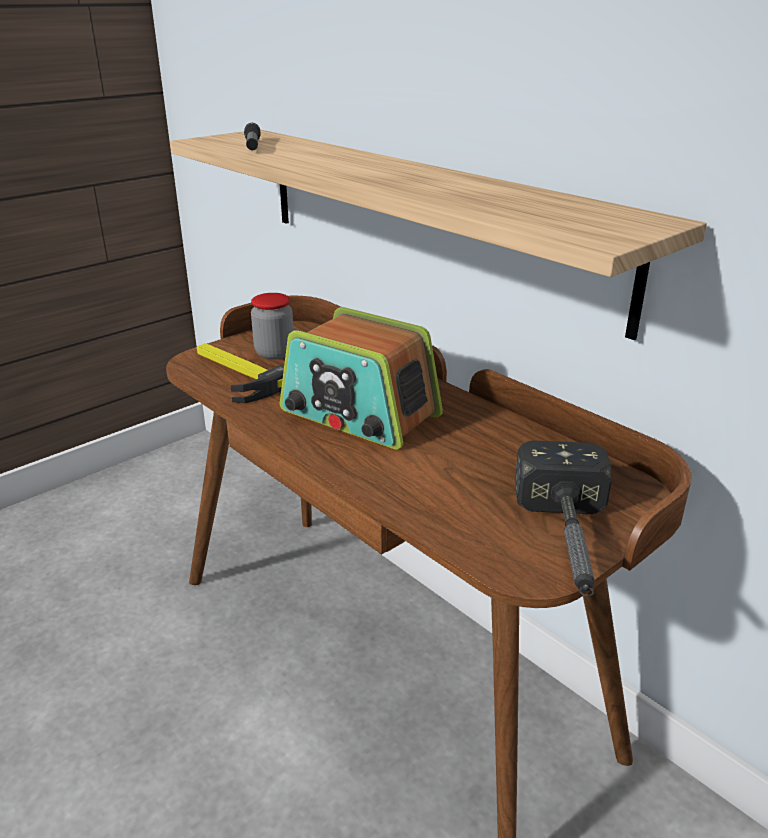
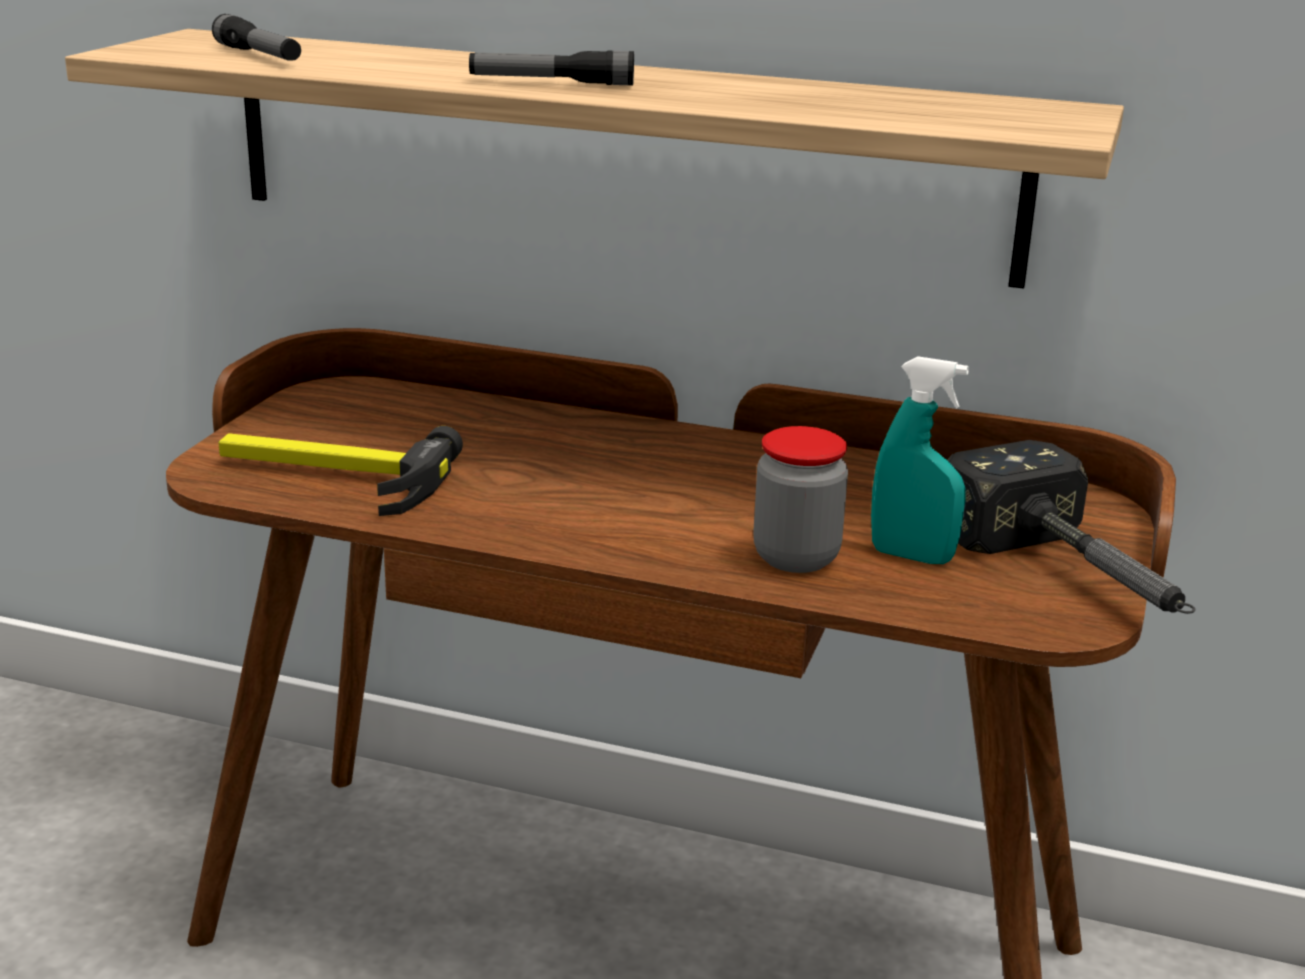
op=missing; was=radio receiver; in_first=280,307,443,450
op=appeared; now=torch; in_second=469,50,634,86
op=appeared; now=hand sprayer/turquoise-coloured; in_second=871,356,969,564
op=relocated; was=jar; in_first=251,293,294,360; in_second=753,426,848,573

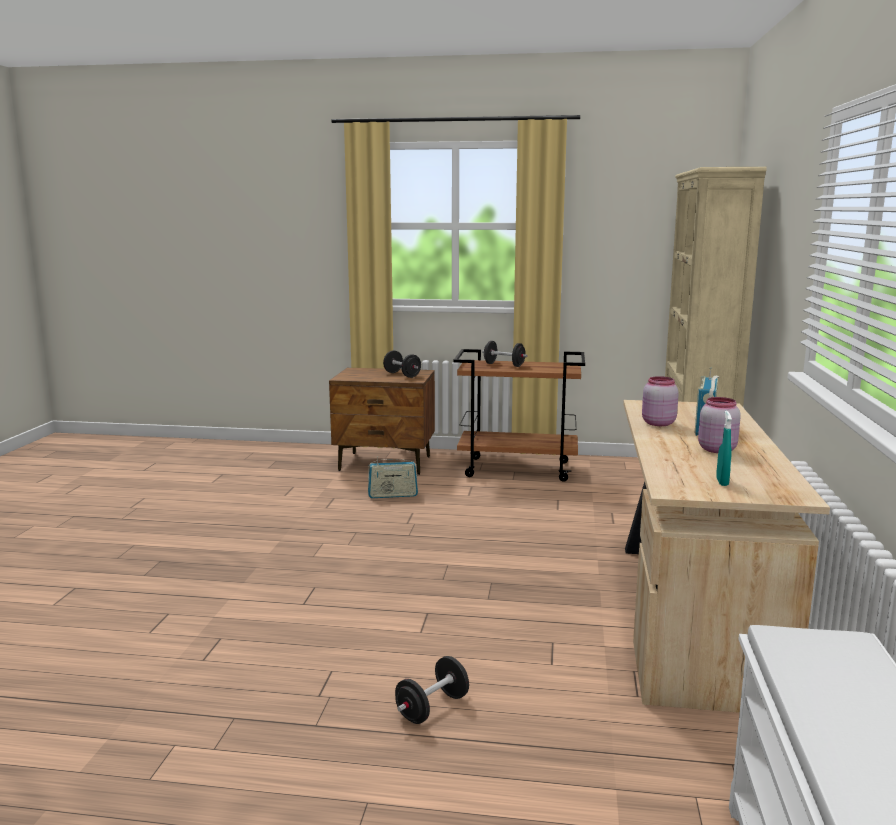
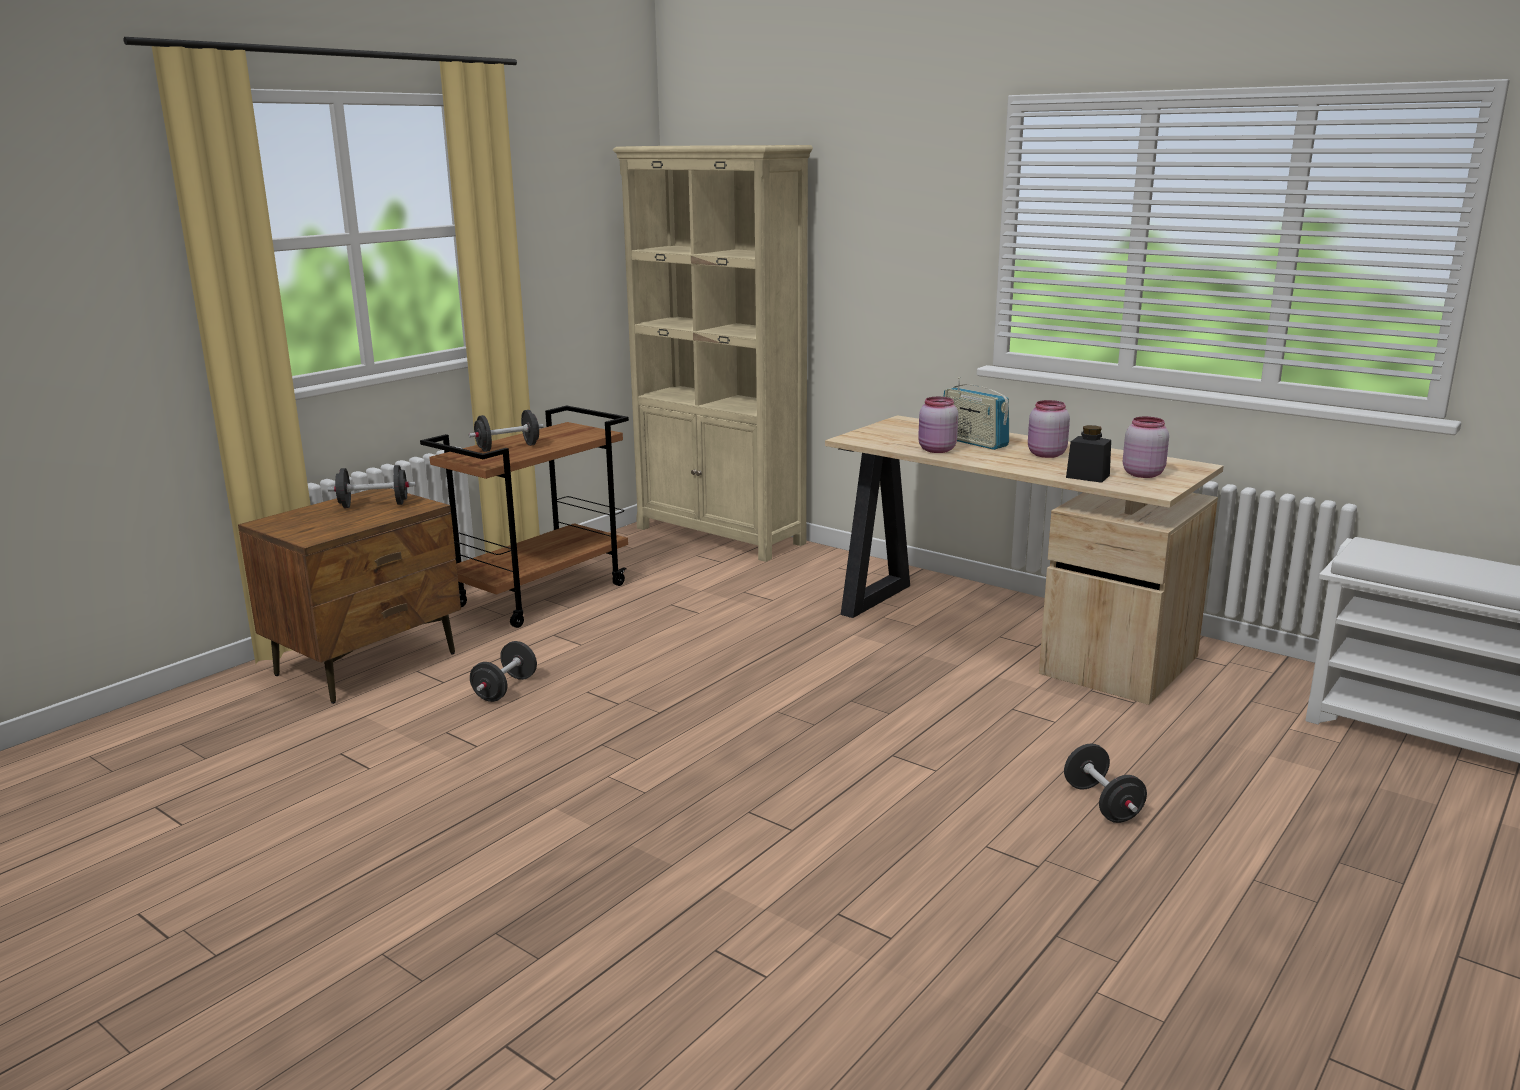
op=appeared; now=jar/black; in_second=1066,425,1111,483
op=exchanged; was=radio receiver; now=free weight/black; in_first=368,456,418,498; in_second=470,641,537,702
op=exchanged; was=hand sprayer/turquoise-coloured; now=jar/pinkish; in_first=716,411,732,486; in_second=1123,417,1169,478

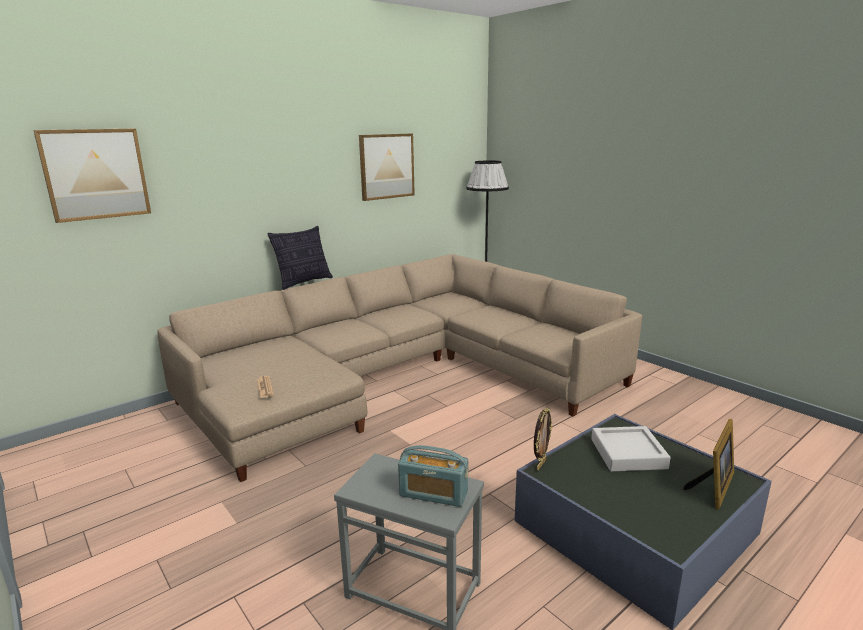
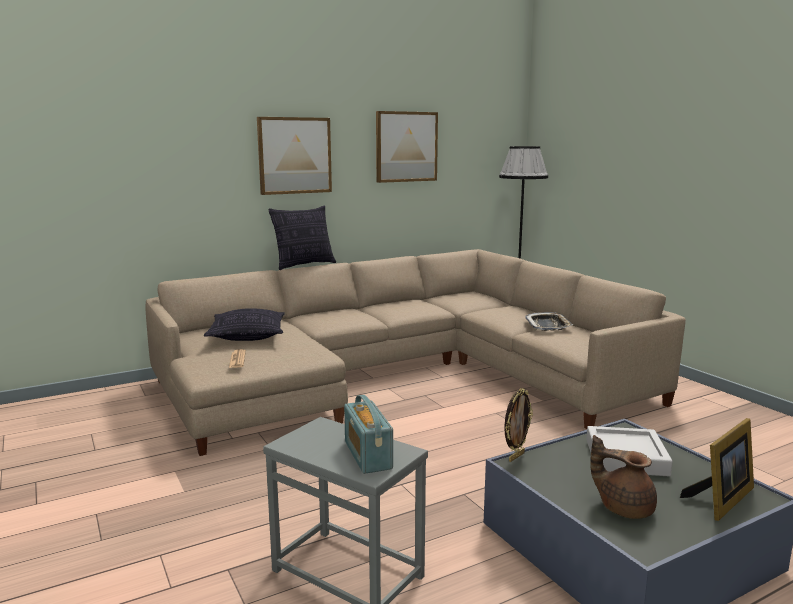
op=appeared; now=pillow; in_second=204,308,285,341
op=appeared; now=tray; in_second=525,312,573,331
op=appeared; now=tea pot/brownish; in_second=590,435,657,519
op=relocated; was=wall art; in_first=33,129,151,223; in_second=257,117,332,195
op=spun; was=radio receiver; in_first=398,445,468,507; in_second=344,395,393,474; clockwise=45

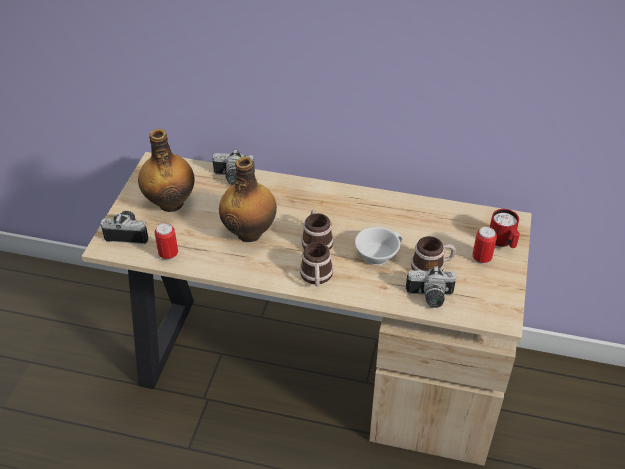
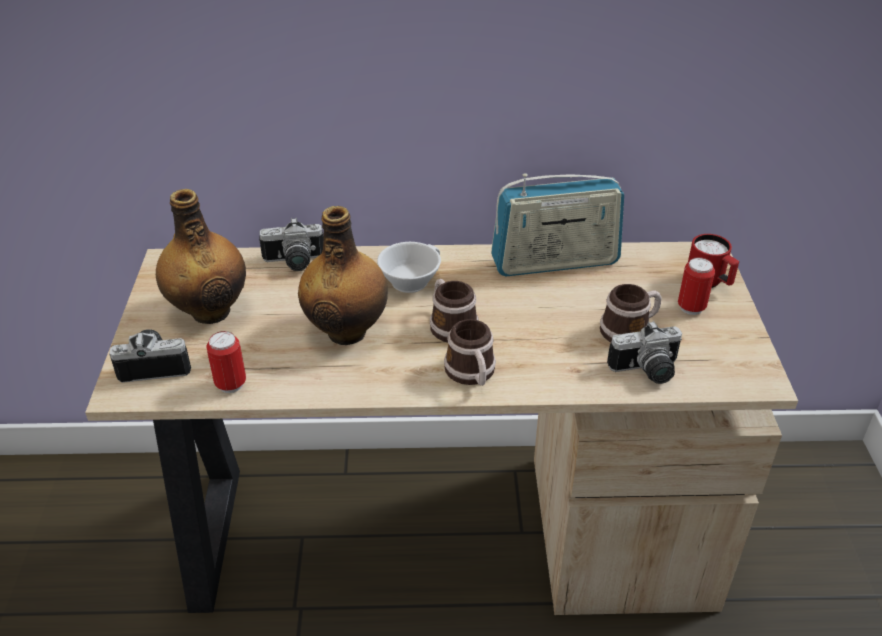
op=appeared; now=radio receiver; in_second=491,173,624,277
op=relocated; was=small cup/white-coloured; in_first=355,227,402,265; in_second=377,242,441,293

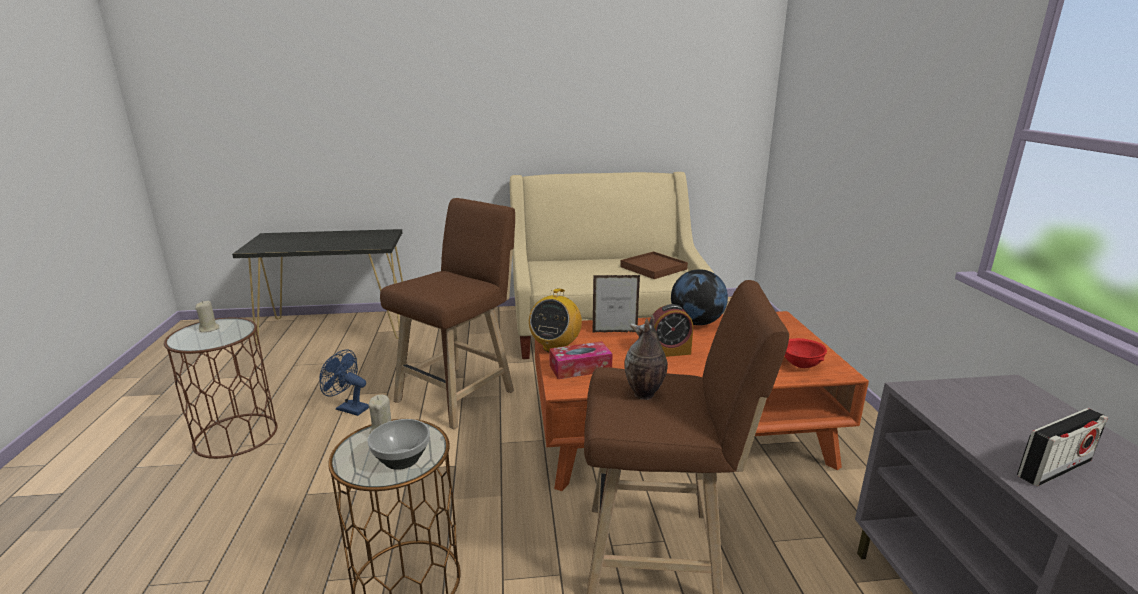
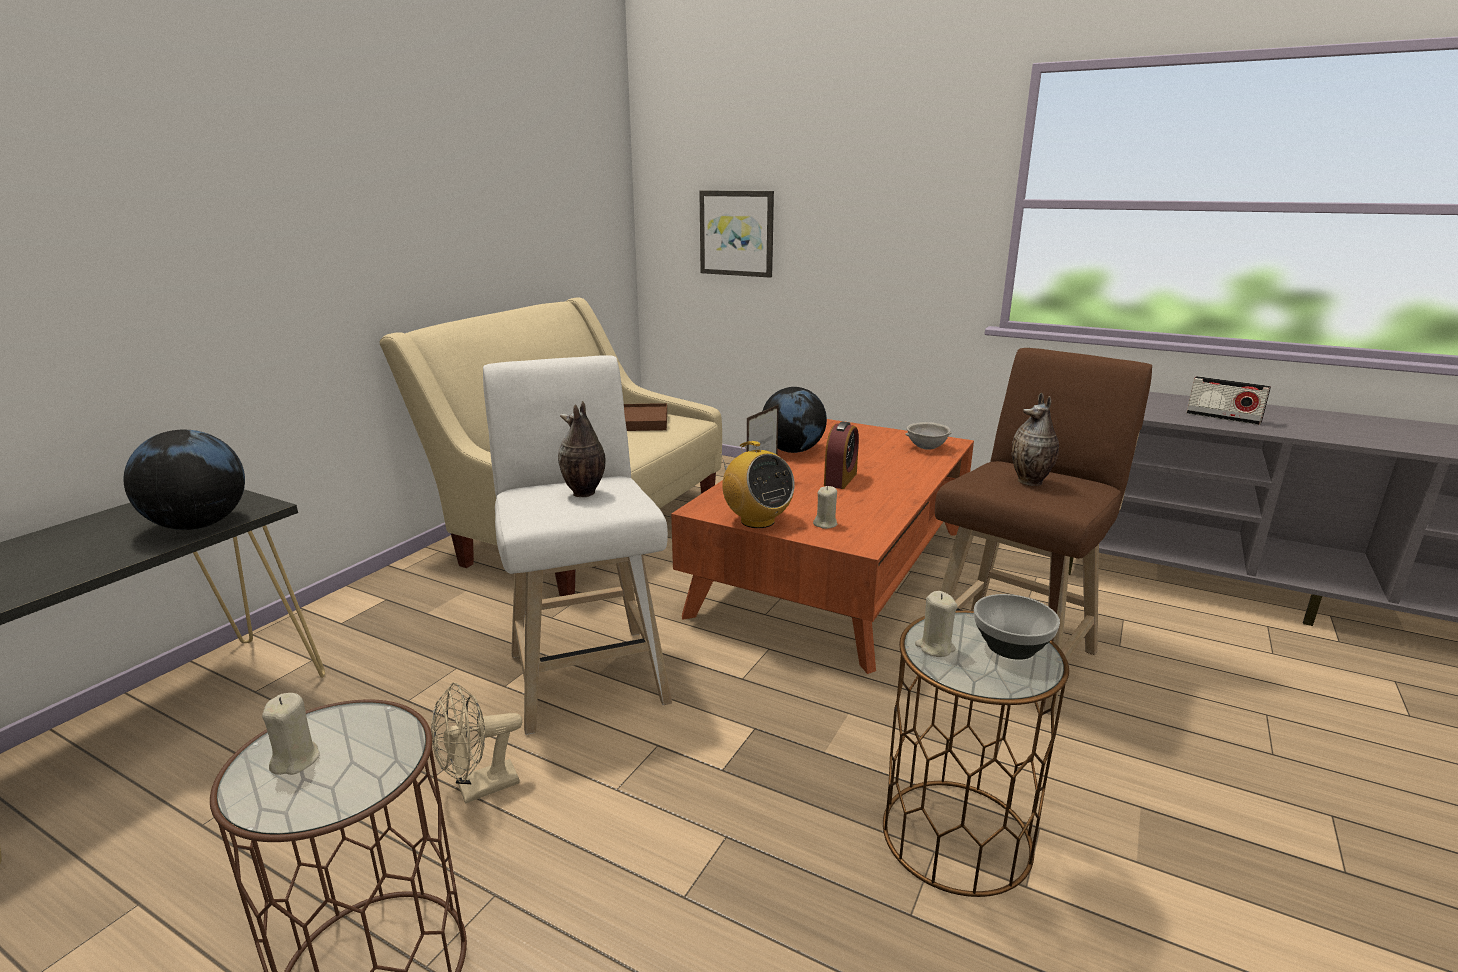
op=appeared; now=globe; in_second=124,430,245,530
op=appeared; now=flower vase; in_second=558,401,606,497
op=appeared; now=wall art; in_second=699,190,774,278
op=exchanged; was=box of tissues; now=candle/sand-coloured; in_first=549,341,613,379; in_second=813,486,837,529
op=colour; was=cooling fan/blue-coloured; now=cooling fan/sand-coloured; in_first=320,350,369,416; in_second=431,682,522,804
op=colour; was=sitting stool/brownish; now=sitting stool/white-coloured; in_first=380,198,515,429; in_second=483,355,672,735
op=colour; was=deep dish/red; now=deep dish/gray; in_first=785,338,827,368; in_second=905,422,952,450
op=spun; was=radio receiver; in_first=1017,408,1108,487; in_second=1186,376,1271,425; clockwise=120

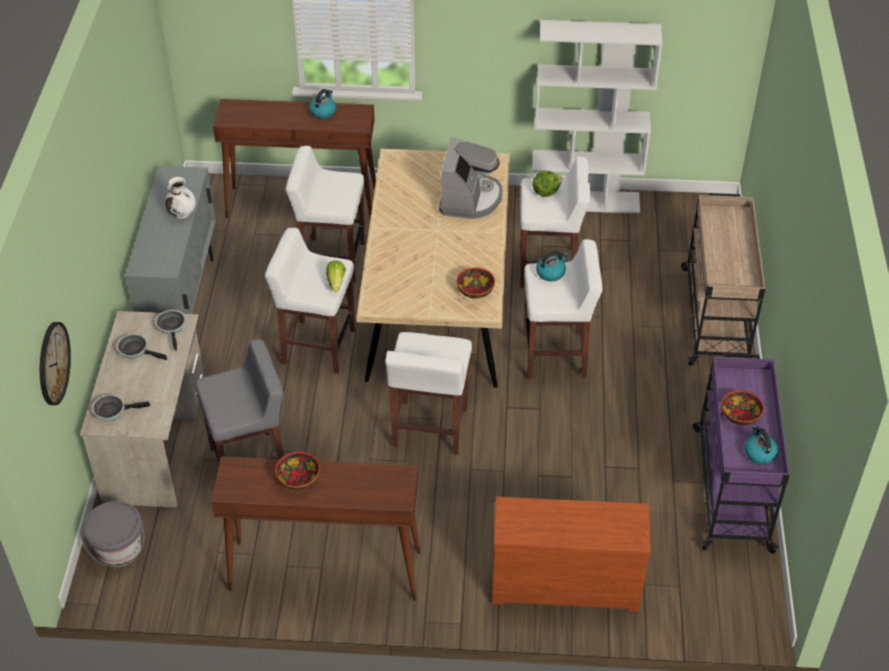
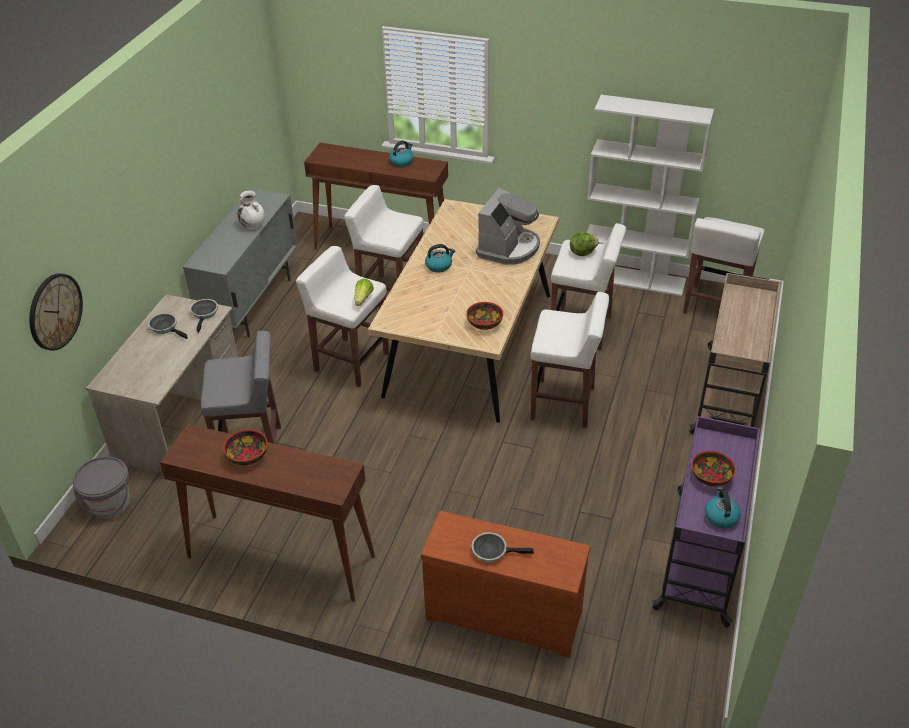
op=relocated; was=pan; in_first=92,395,150,421; in_second=472,532,534,562
op=relocated; was=sitting stool/white-coloured; in_first=385,332,472,455; in_second=683,217,765,313
op=relocated; was=kettle; in_first=536,251,568,282; in_second=425,244,455,272

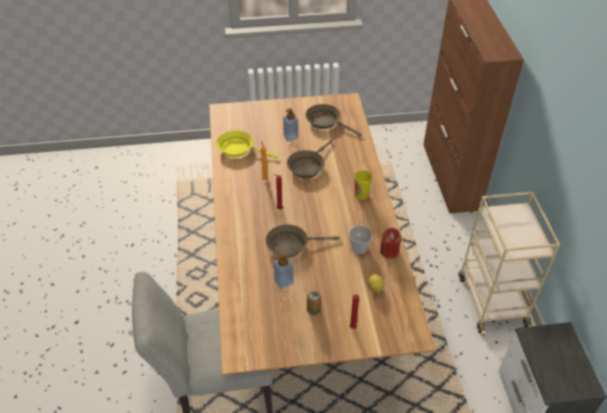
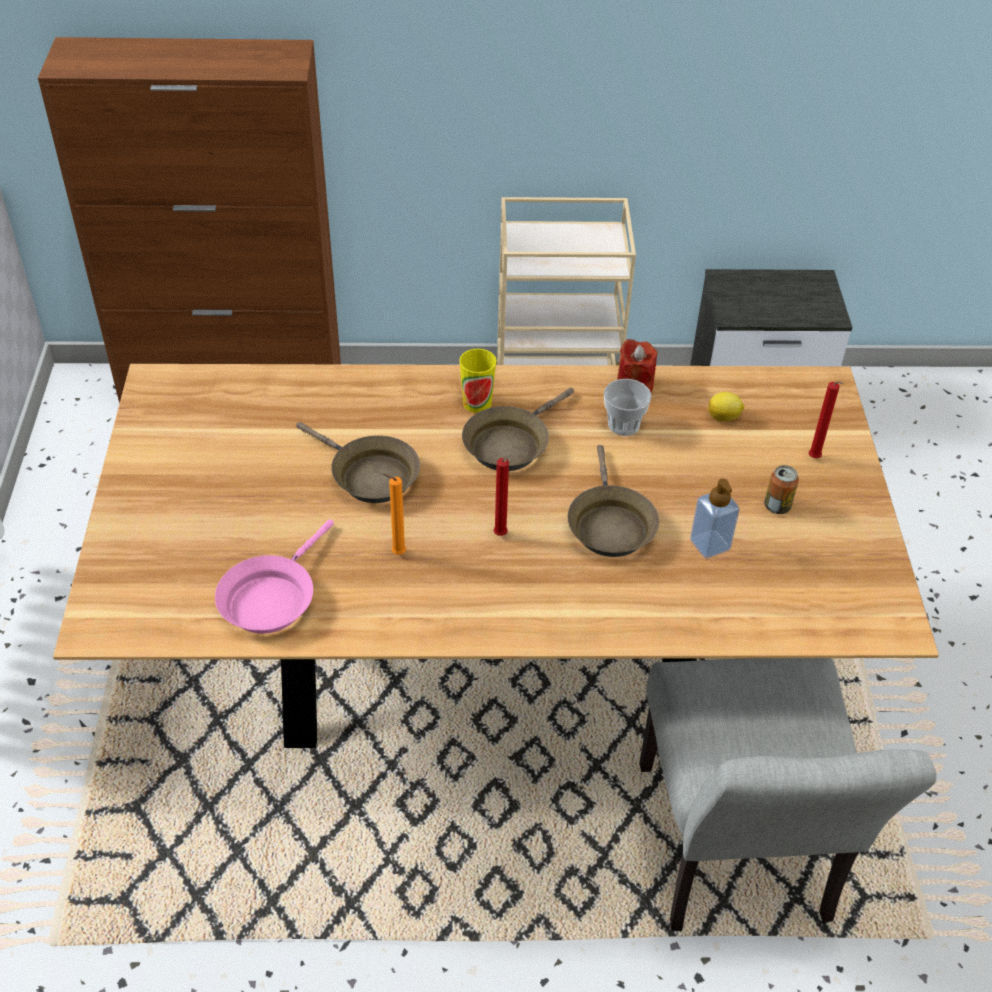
op=missing; was=soap dispenser; in_first=283,108,298,142
op=relocated; was=pan/brownish; in_first=306,104,362,136; in_second=462,387,574,471
op=colour; was=pan/yellowish; now=pan/pinkish; in_first=216,130,278,159; in_second=215,519,334,634

